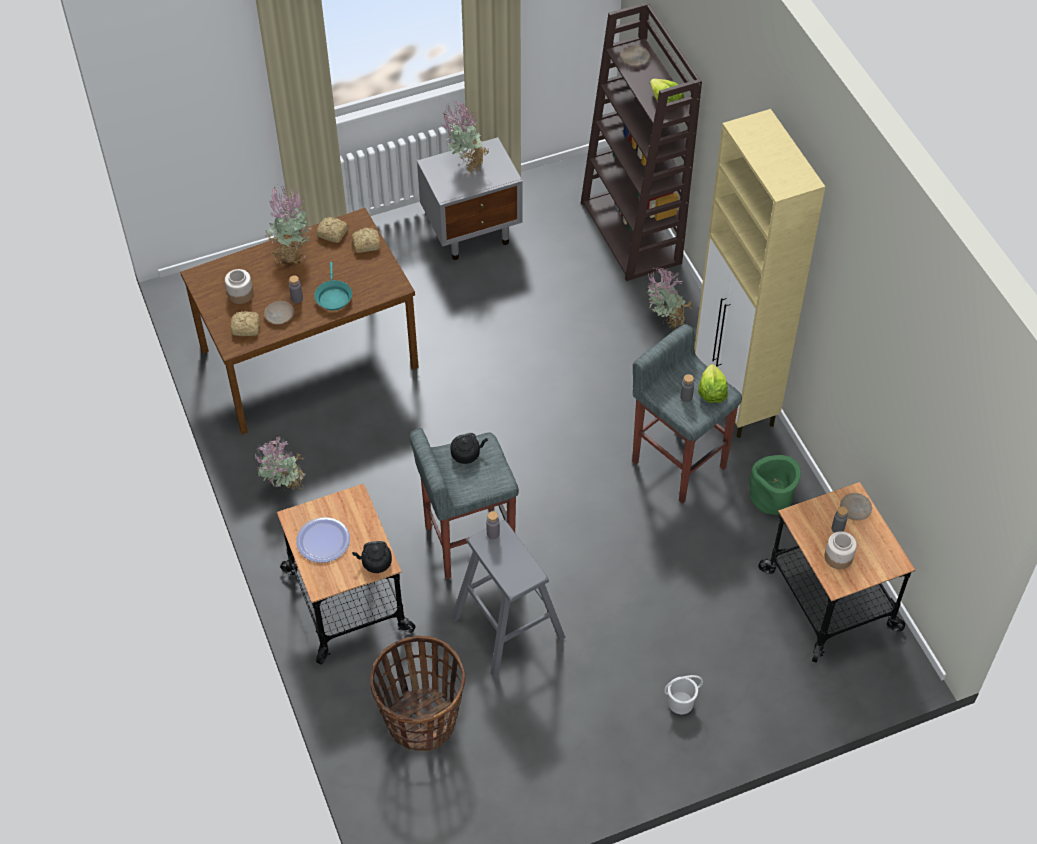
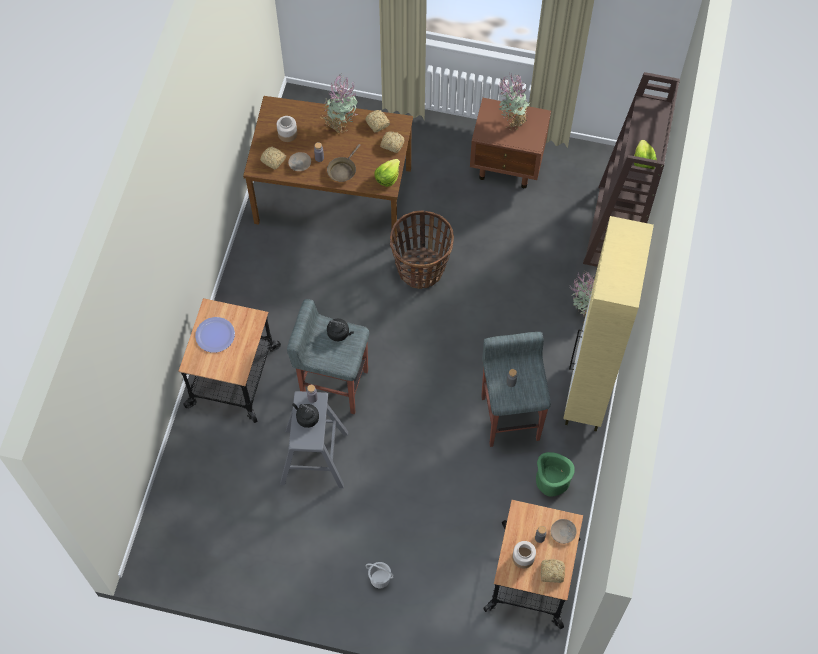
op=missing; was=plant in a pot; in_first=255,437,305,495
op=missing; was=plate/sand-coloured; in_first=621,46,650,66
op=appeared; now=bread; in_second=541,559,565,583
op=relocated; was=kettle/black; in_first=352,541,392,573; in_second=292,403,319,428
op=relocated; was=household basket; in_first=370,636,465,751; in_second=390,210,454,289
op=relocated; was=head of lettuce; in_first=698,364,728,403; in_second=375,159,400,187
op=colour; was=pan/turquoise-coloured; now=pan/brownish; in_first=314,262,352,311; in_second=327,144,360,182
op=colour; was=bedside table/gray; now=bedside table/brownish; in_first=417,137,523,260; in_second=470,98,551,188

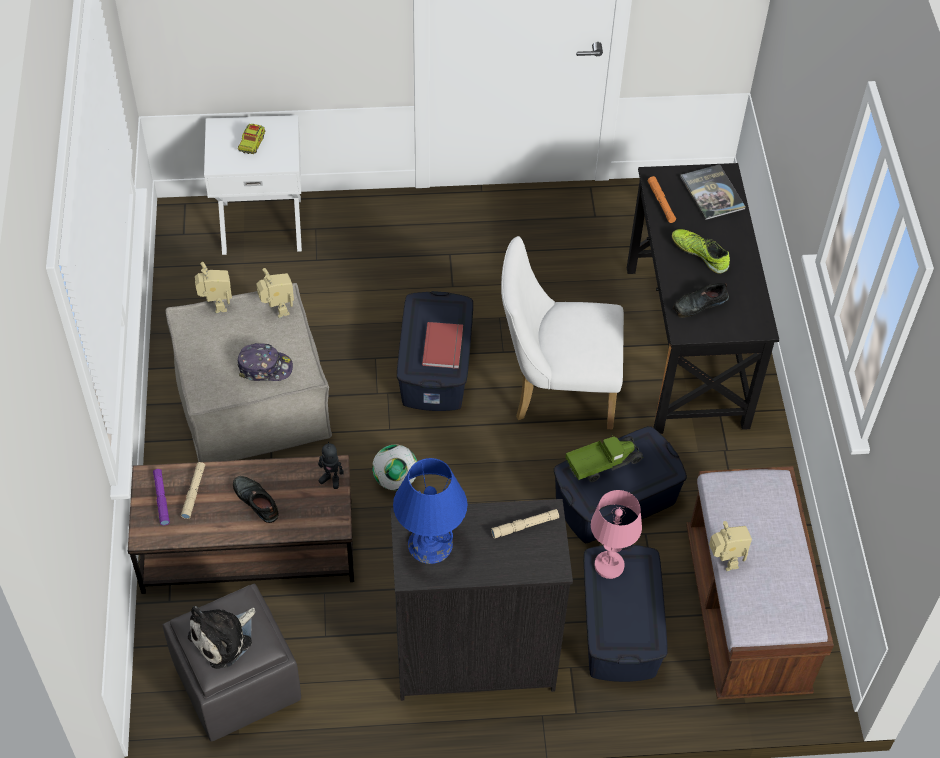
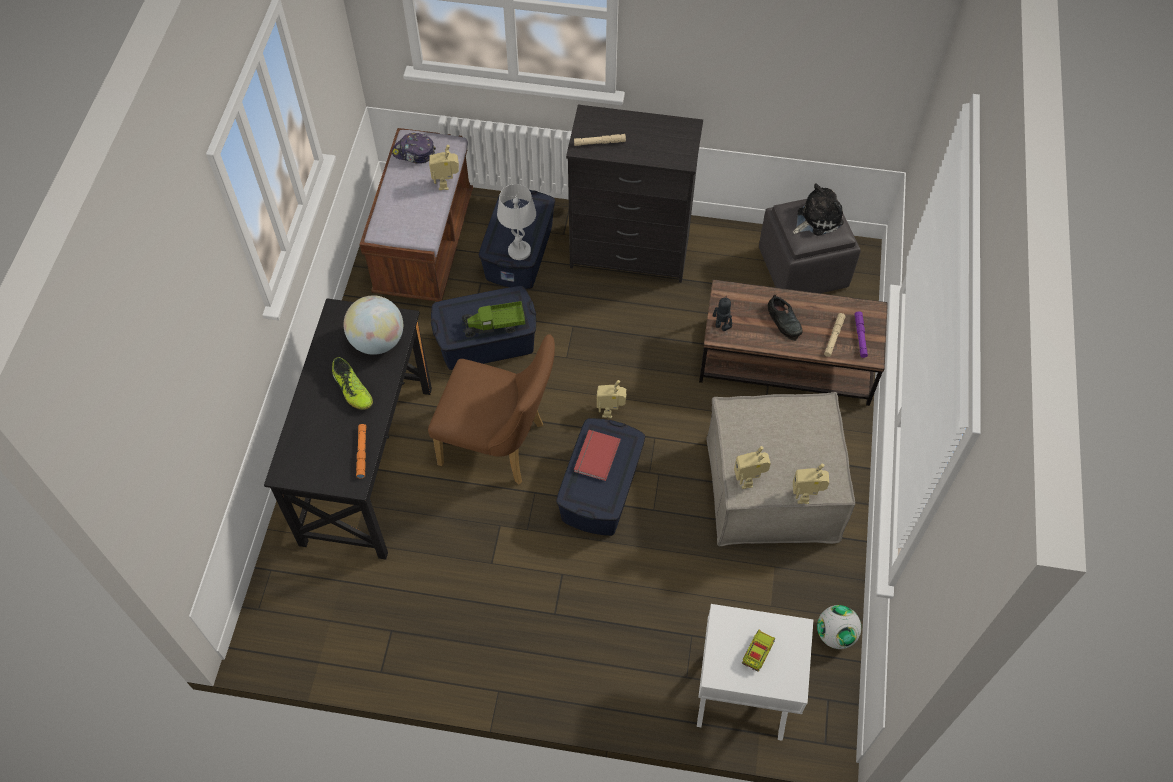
op=missing; was=lamp for a table/blue-coloured; in_first=393,458,468,564
op=missing; was=bound book; in_first=680,164,746,220
op=appeared; now=toy robot; in_second=597,380,627,418
op=relocated; was=cap; in_first=238,343,293,381; in_second=392,133,436,164
op=relocated; was=ball for football; in_first=372,445,417,490; in_second=817,605,861,649
op=exchanged; was=shoe/black; now=globe; in_first=671,283,729,318; in_second=344,295,403,355
op=colour; was=upright chair/white-coloured; now=upright chair/brownish; in_first=501,236,624,429; in_second=428,334,555,485
op=colour; was=lamp for a table/pinkish; now=lamp for a table/white-coloured; in_first=591,490,642,579; in_second=497,184,536,260

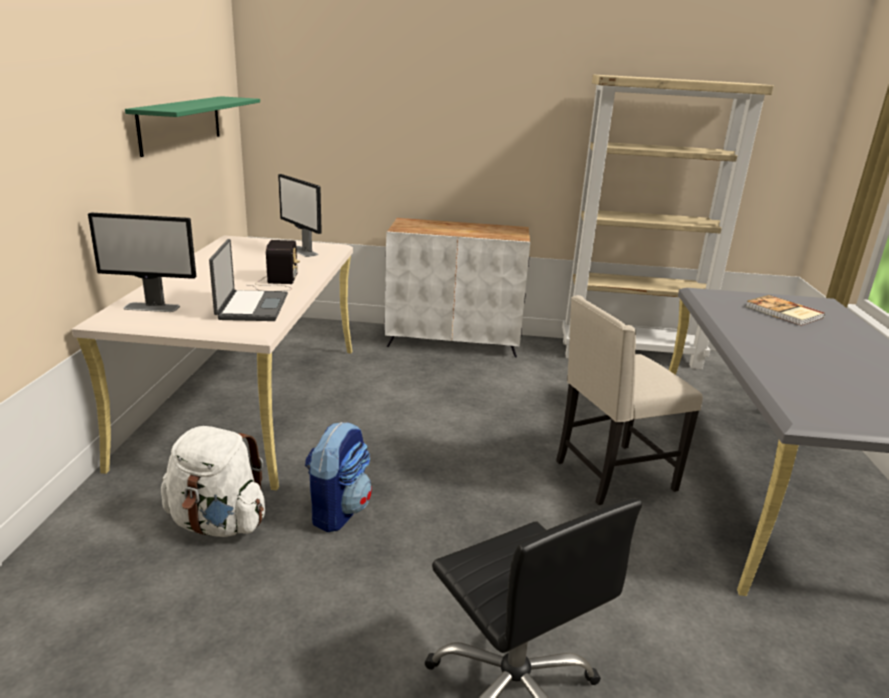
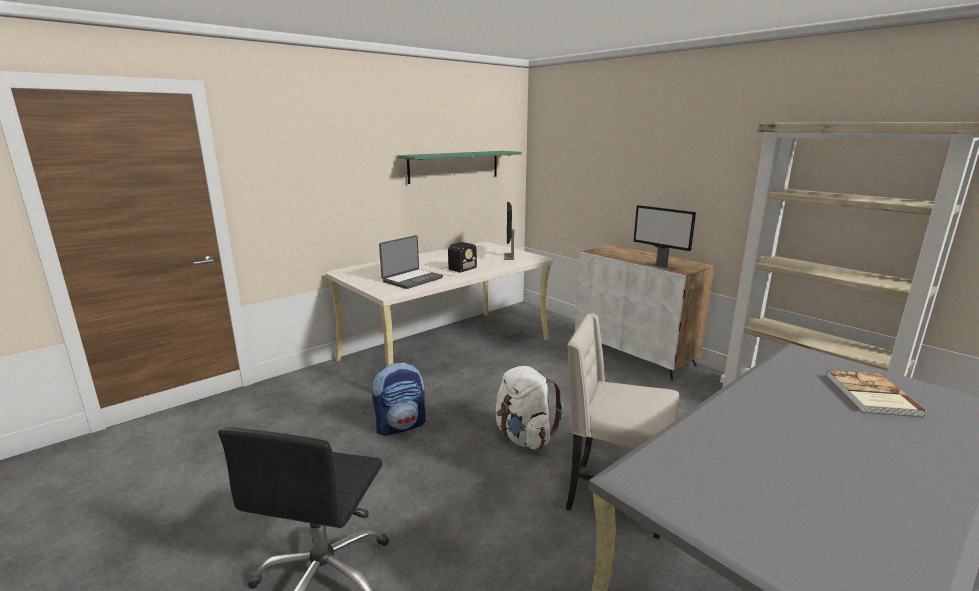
op=relocated; was=monitor; in_first=88,213,196,312; in_second=633,205,696,271
op=relocated; was=rucksack/white-coloured; in_first=161,426,265,537; in_second=496,366,563,450

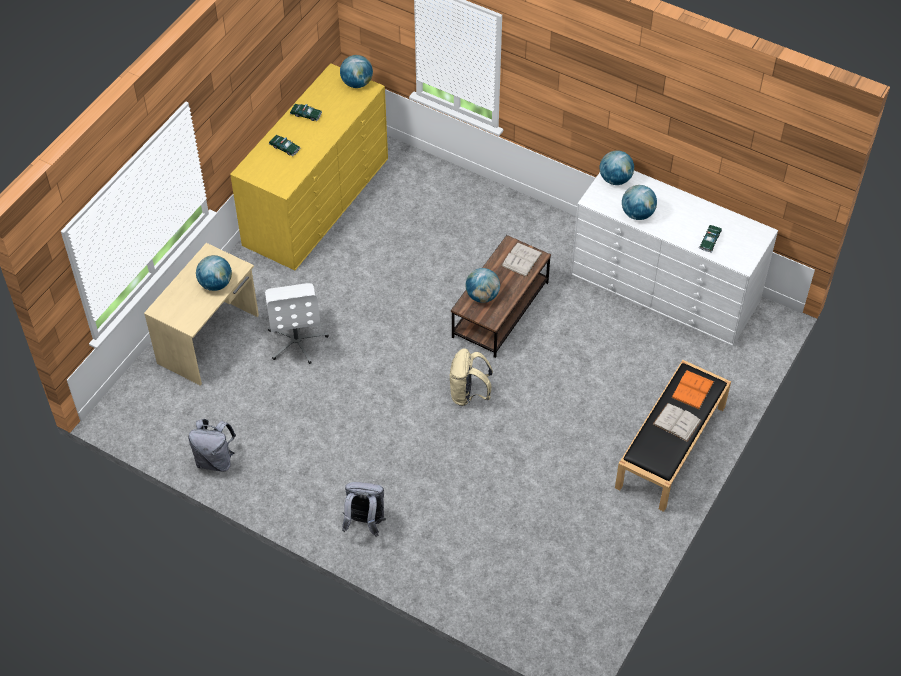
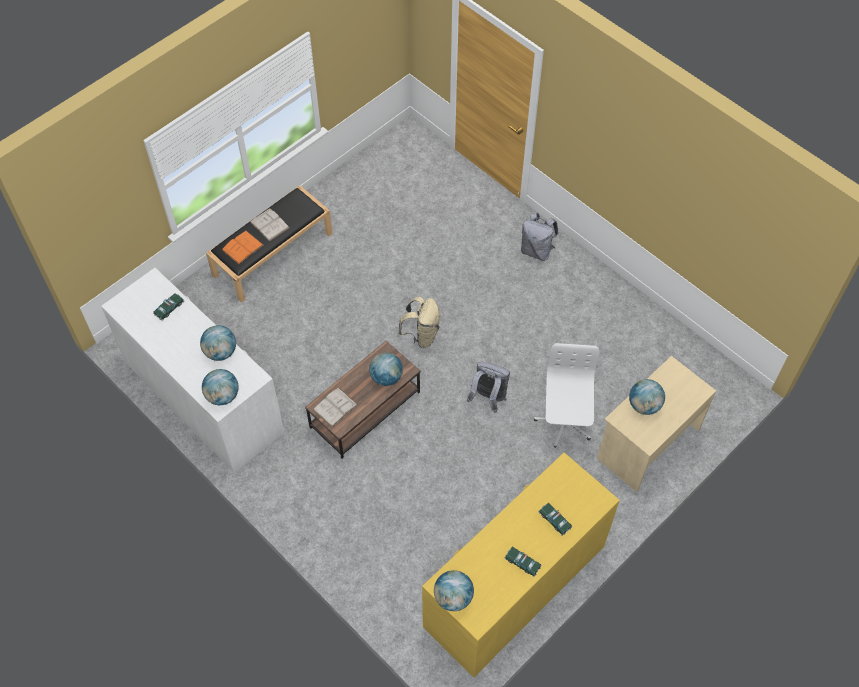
op=relocated; was=rucksack/gray; in_first=189,419,236,472; in_second=467,361,510,413

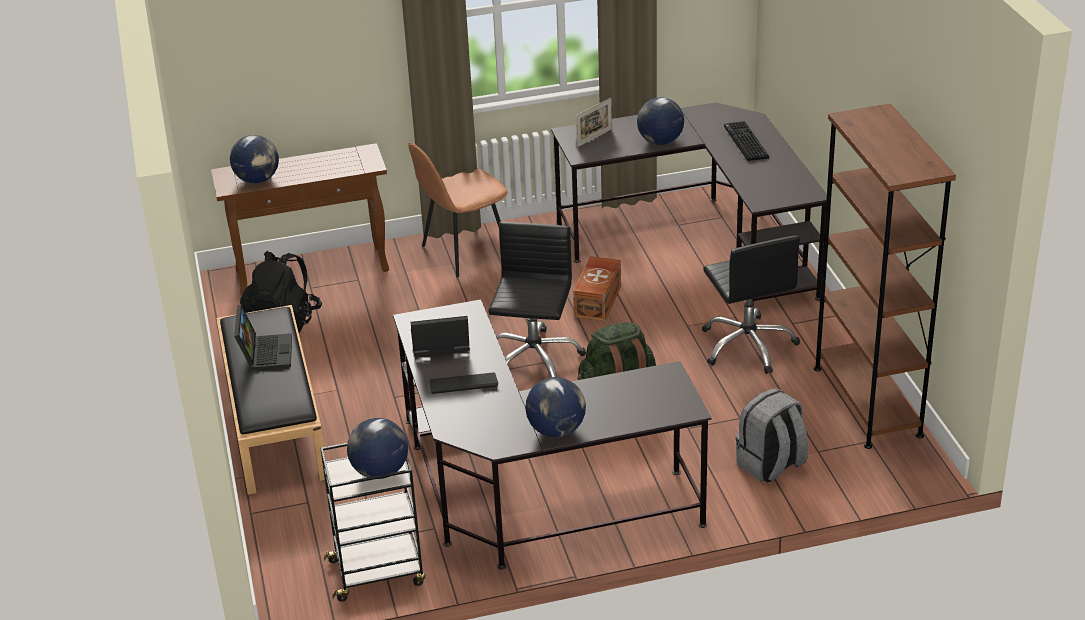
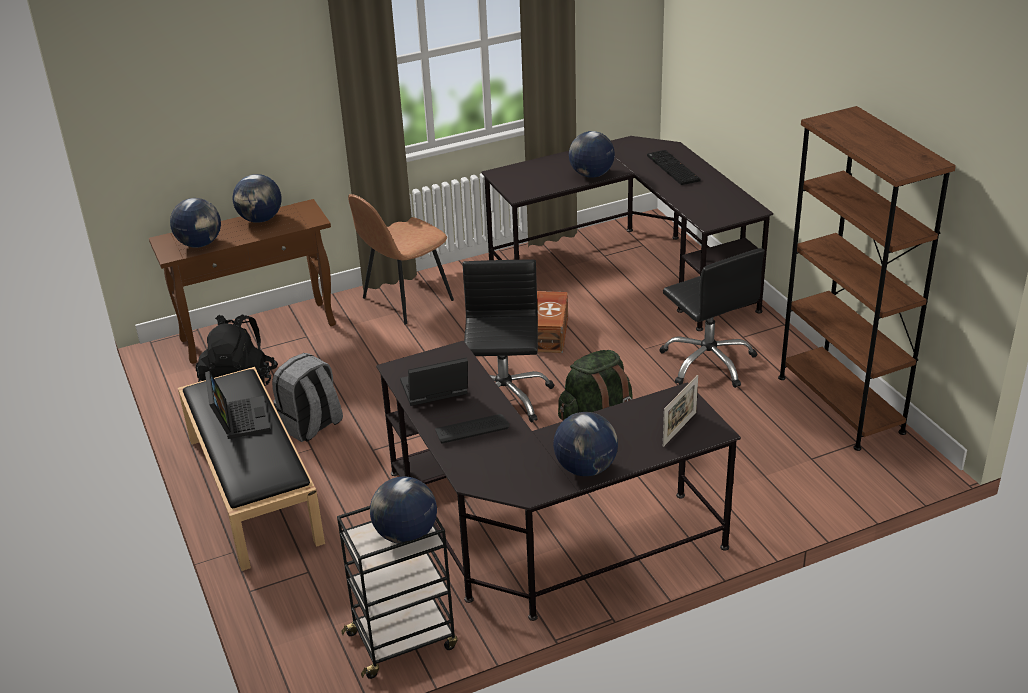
op=appeared; now=globe; in_second=232,174,282,223
op=relocated; was=standing frame; in_first=576,98,612,147; in_second=663,375,698,447
op=relocated; was=rucksack/gray; in_first=736,388,808,483; in_second=272,353,343,442

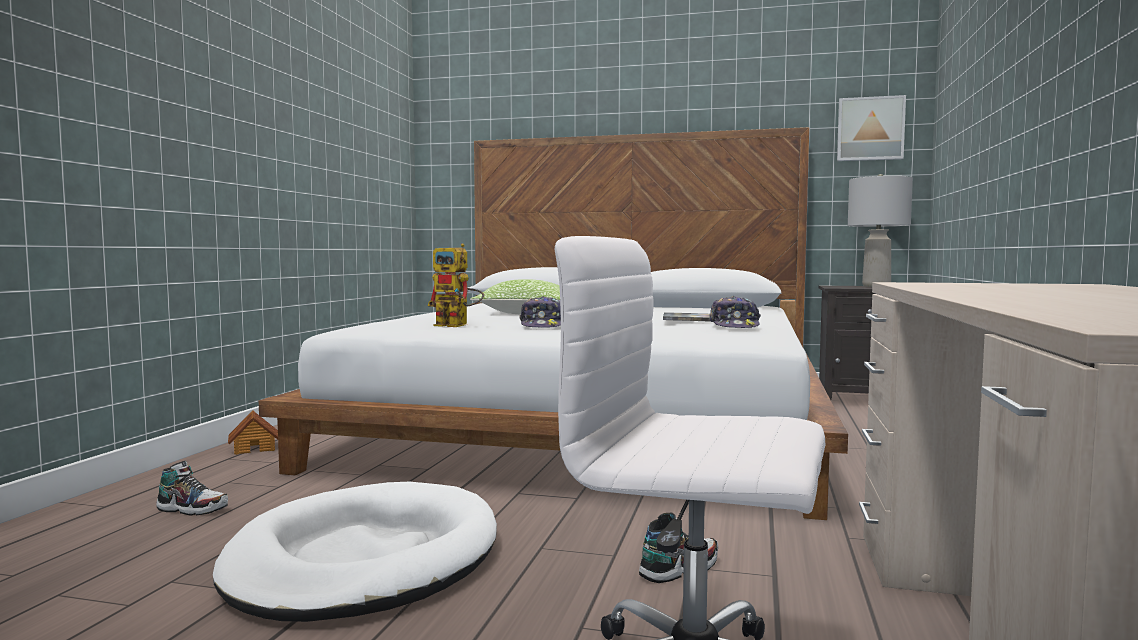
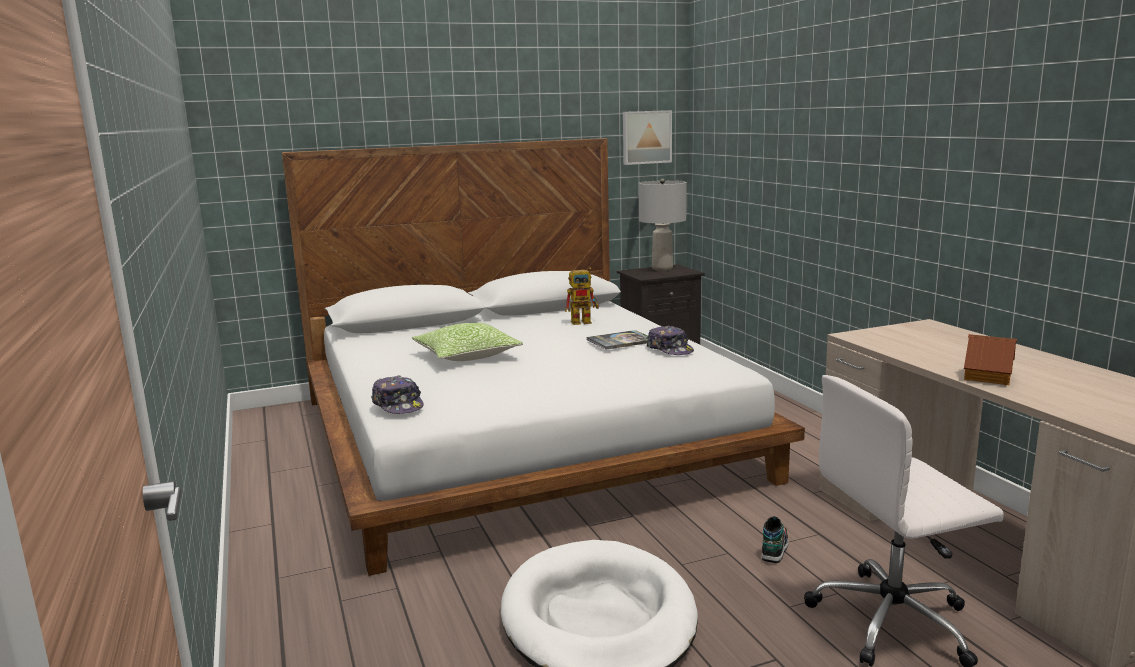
op=missing; was=shoe; in_first=156,461,228,516
op=relocated; was=miniature house; in_first=228,410,278,455; in_second=964,334,1017,385
op=relocated; was=toy robot; in_first=428,243,484,327; in_second=565,267,599,325
op=relocated; was=cap; in_first=519,296,561,328; in_second=371,375,424,414

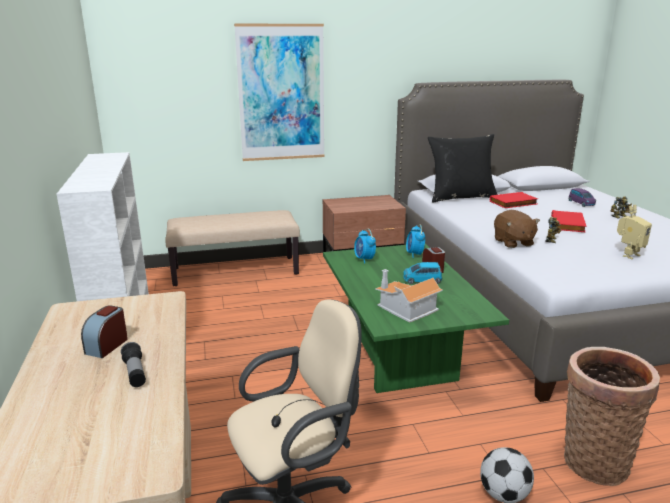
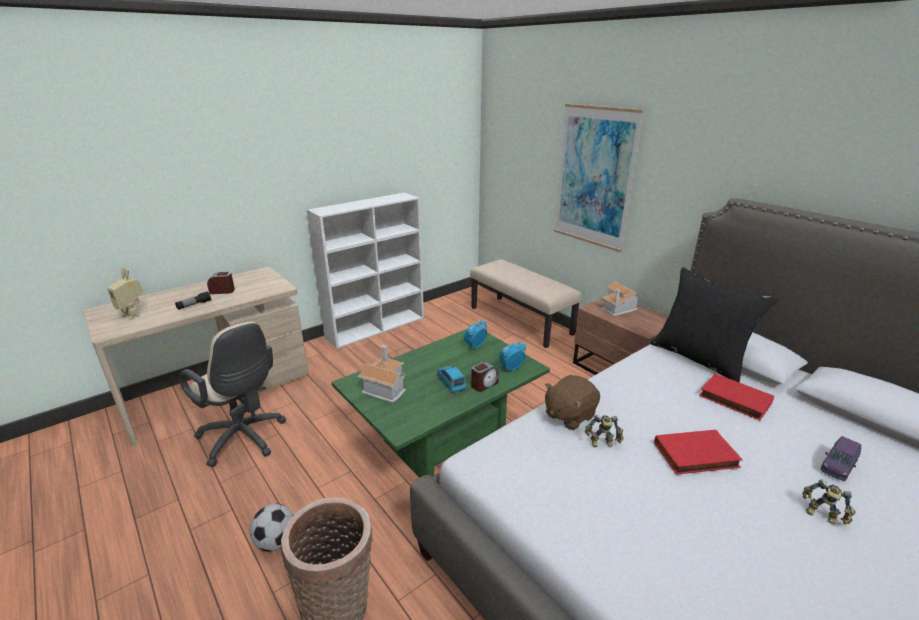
op=appeared; now=miniature house; in_second=601,282,642,316
op=relocated; was=toy robot; in_first=617,205,652,259; in_second=107,268,143,320

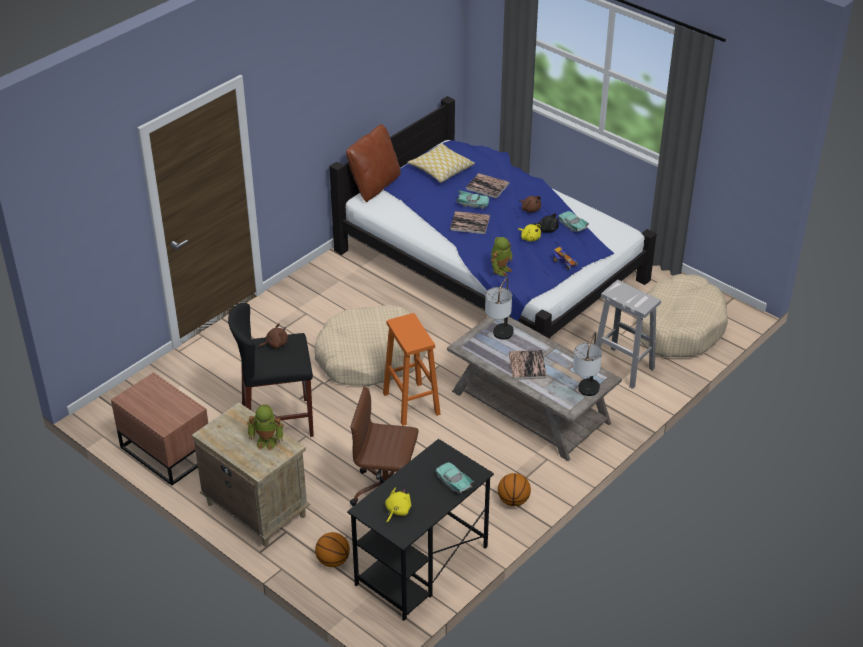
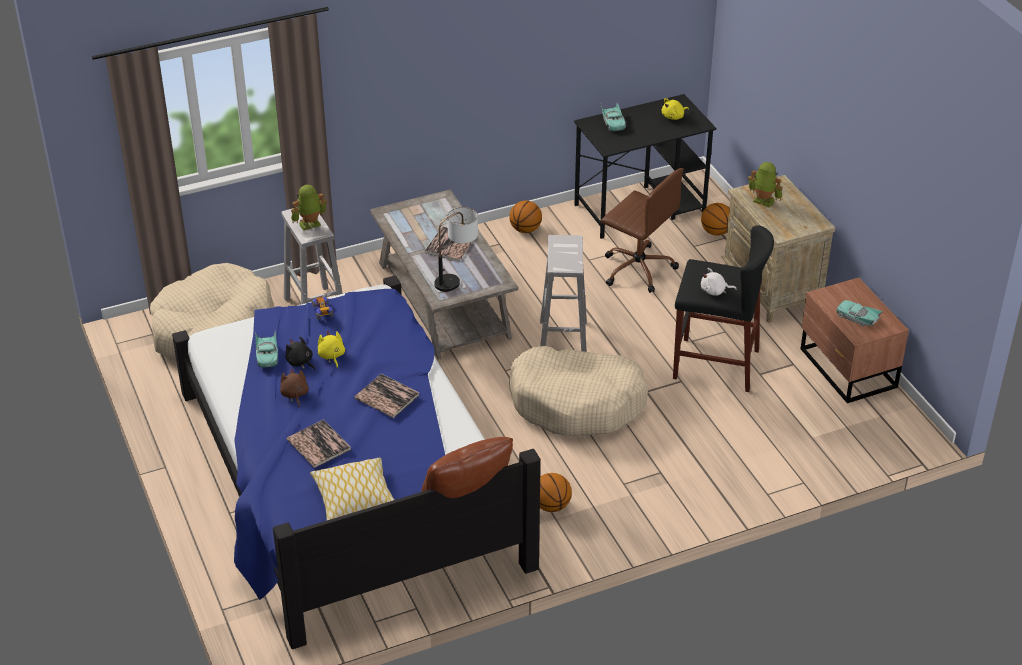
op=missing; was=lamp for a table; in_first=573,332,602,396
op=appeared; now=basketball; in_second=540,473,572,512
op=relocated; was=miniature car/turquoise-coloured; in_first=456,190,489,209; in_second=837,300,883,326
op=relocated; was=toy robot; in_first=491,237,513,276; in_second=291,185,327,231
op=colour; was=plush toy/brownish; now=plush toy/white-coloured; in_first=258,323,288,349; in_second=701,268,737,295
op=colour; was=sitting stool/orange-coloured; now=sitting stool/white-coloured; in_first=383,313,441,426; in_second=540,235,587,352

